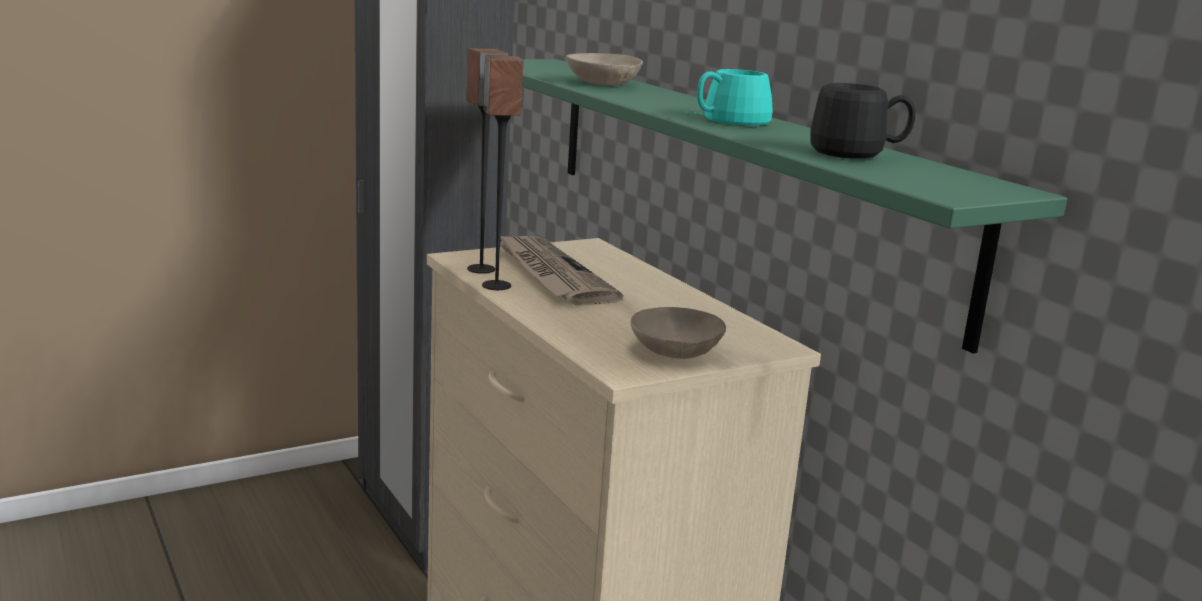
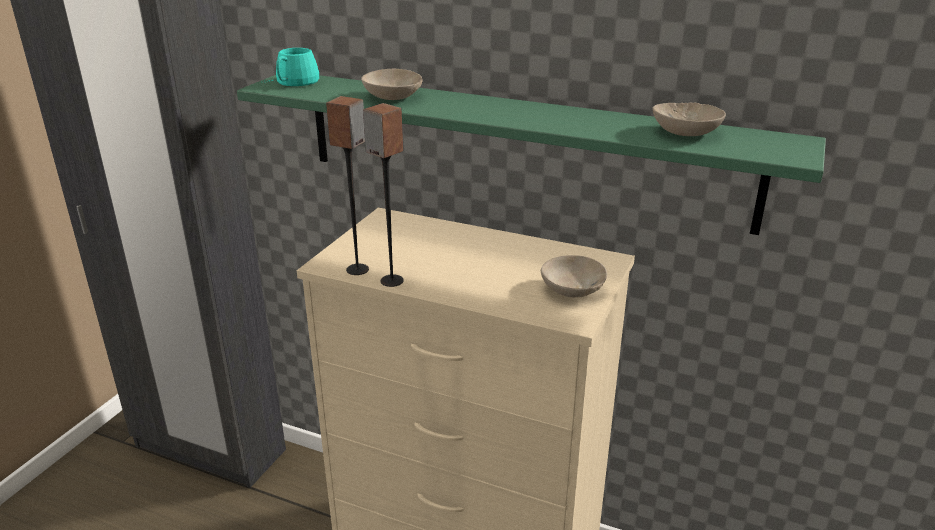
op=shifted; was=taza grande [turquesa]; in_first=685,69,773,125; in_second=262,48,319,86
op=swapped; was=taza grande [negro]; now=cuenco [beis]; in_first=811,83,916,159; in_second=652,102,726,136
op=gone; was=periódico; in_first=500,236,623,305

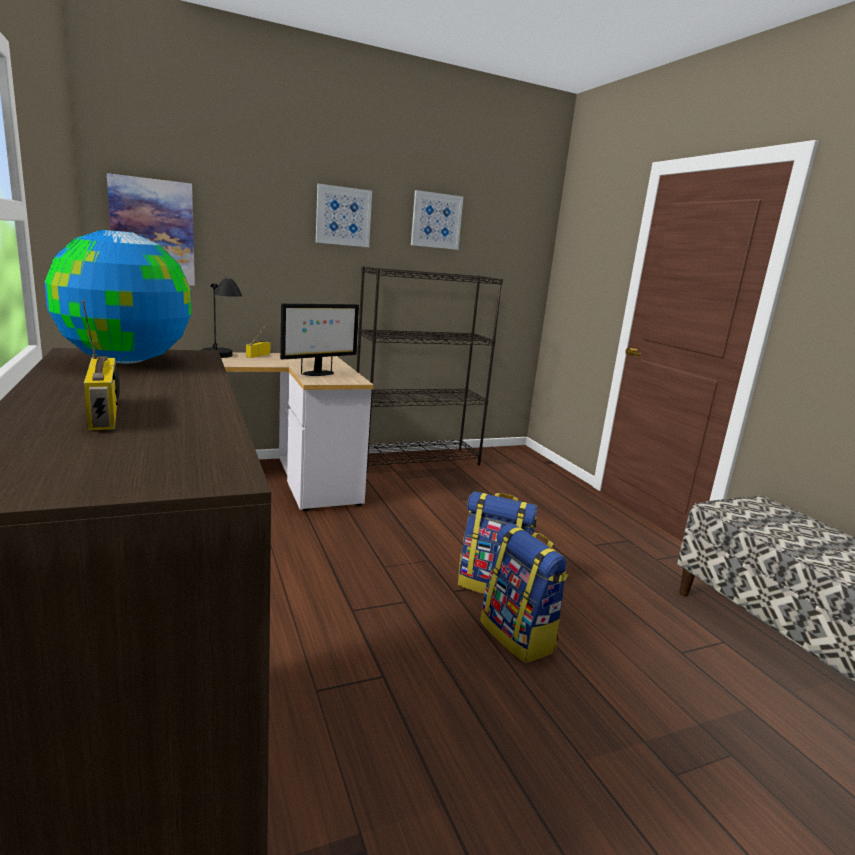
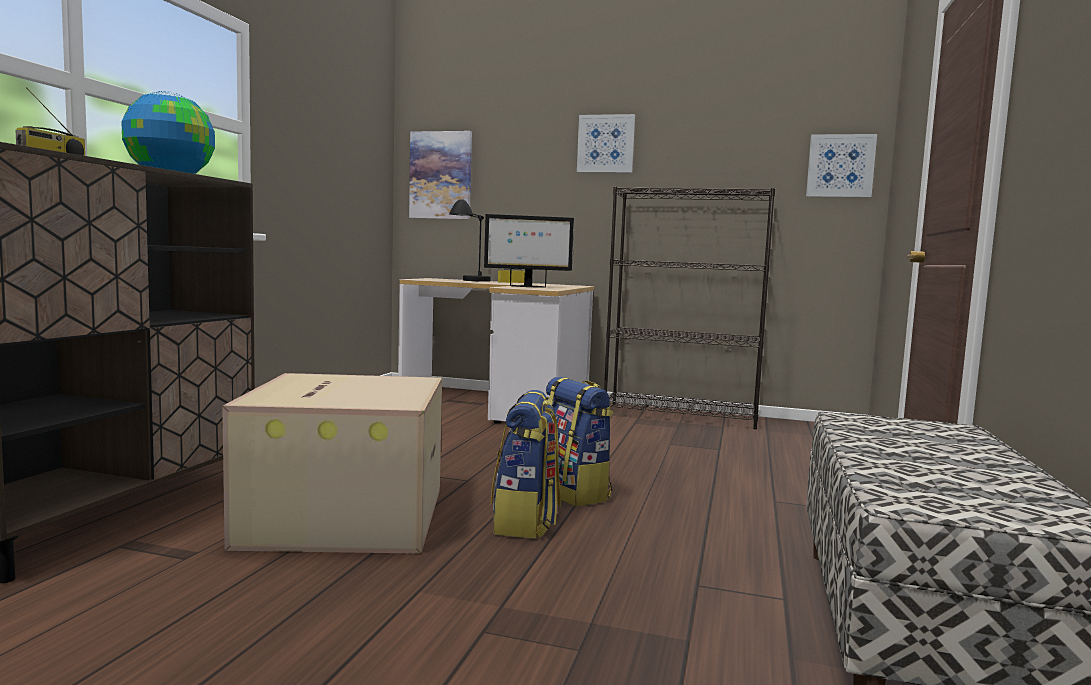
op=new; now=caja de cartón; in_second=222,373,442,554
op=shifted; was=cuadro; in_first=411,190,464,250; in_second=806,134,877,197

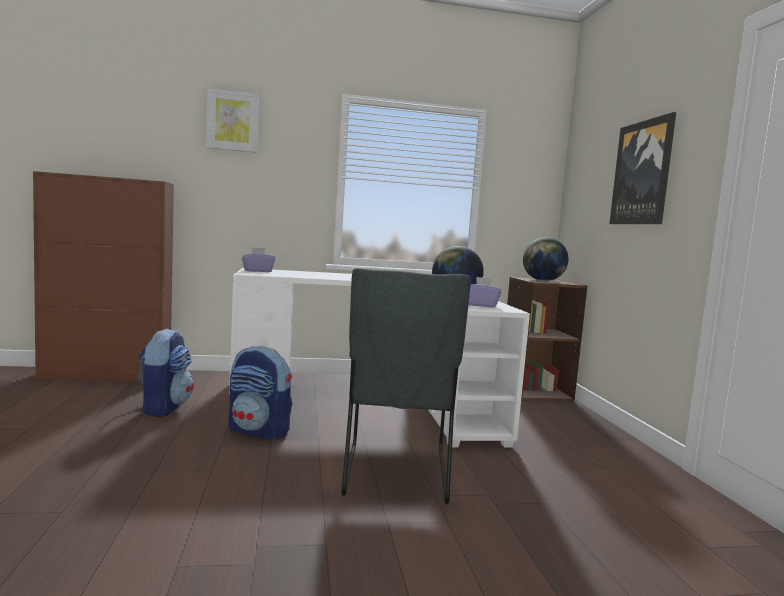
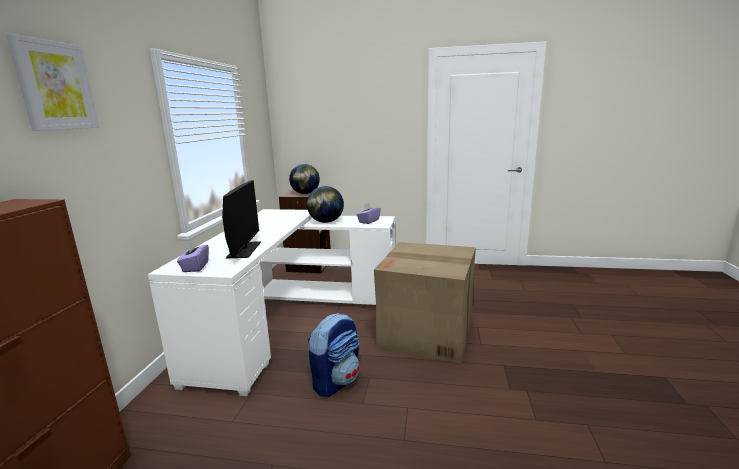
op=new; now=monitor; in_second=222,180,261,258
op=swapped; was=silla [gris]; now=caja de cartón; in_first=342,268,471,504; in_second=374,242,476,363
op=gone; was=mochila; in_first=138,329,194,417
op=gone; was=cuadro; in_first=609,112,676,224

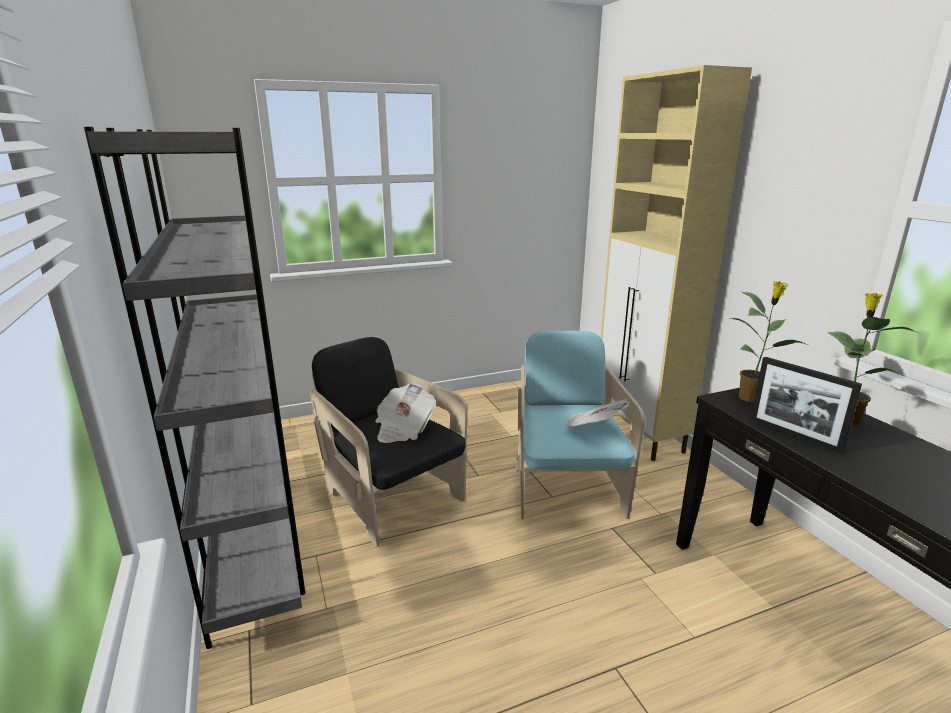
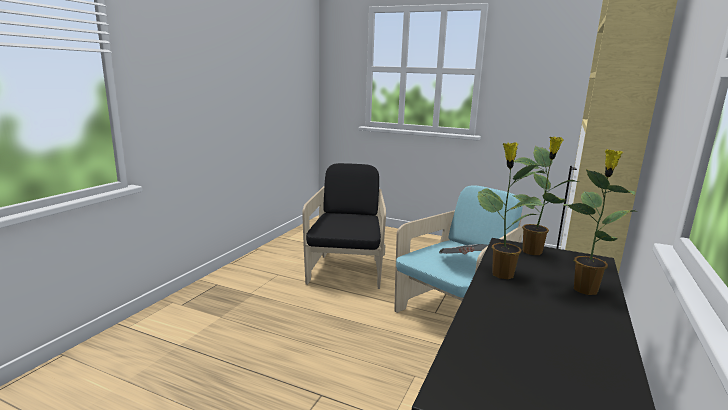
op=swapped; was=portarretratos; now=planta en maceta; in_first=751,357,862,454; in_second=477,142,547,279
op=gone; was=estantería [gris]; in_first=84,127,305,649
op=gone; was=periódico; in_first=375,383,436,443

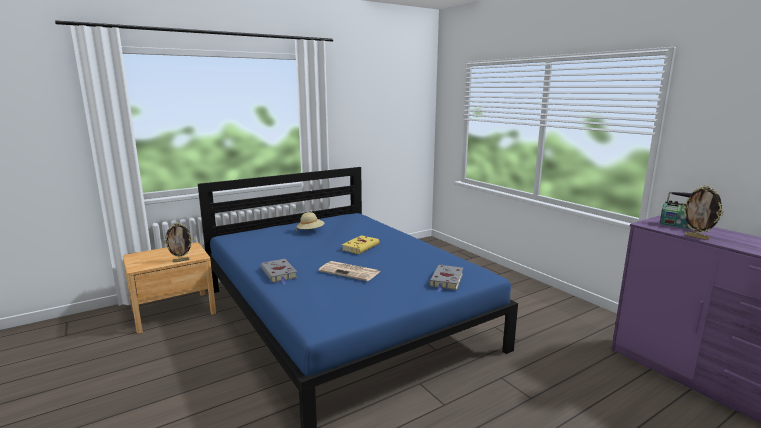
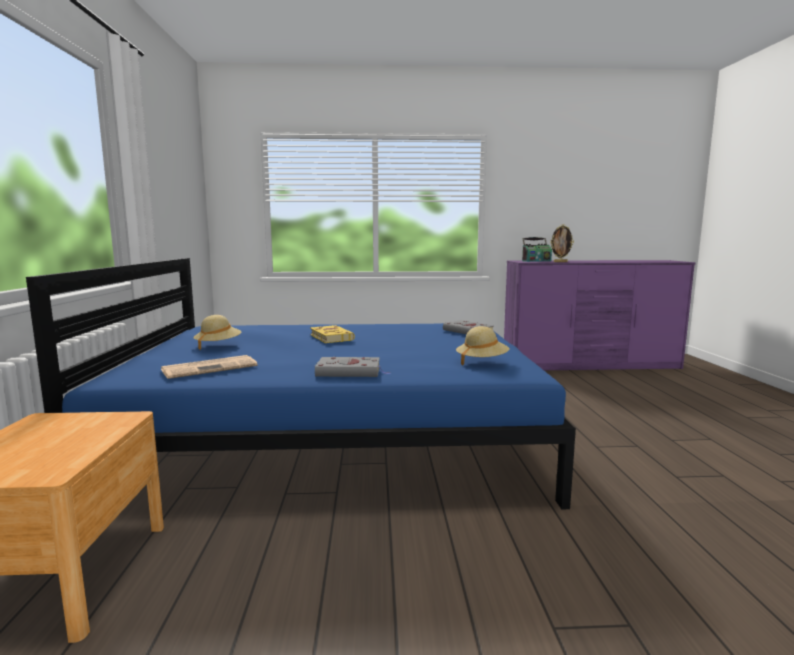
op=shifted; was=periódico; in_first=318,261,381,281; in_second=161,355,257,379
op=new; now=sombrero [beis]; in_second=456,326,509,366
op=gone; was=portarretratos; in_first=164,223,193,262

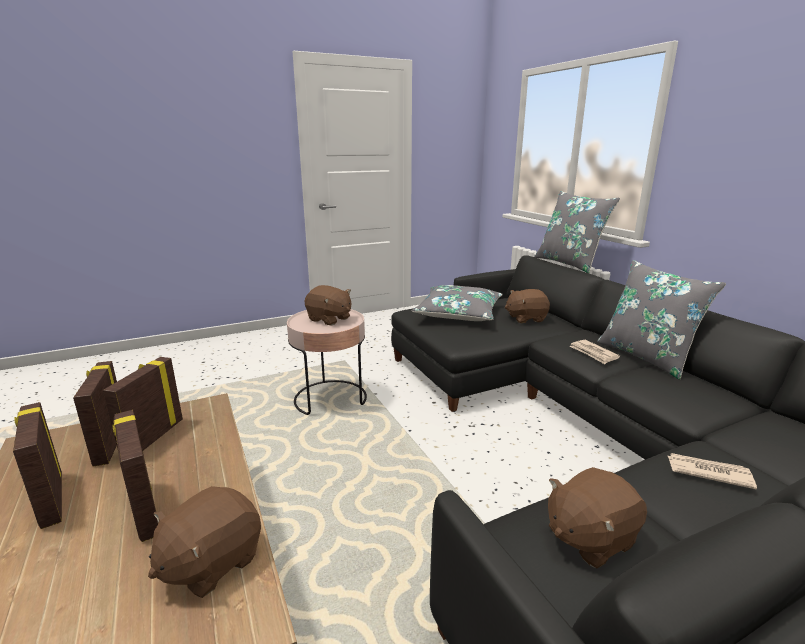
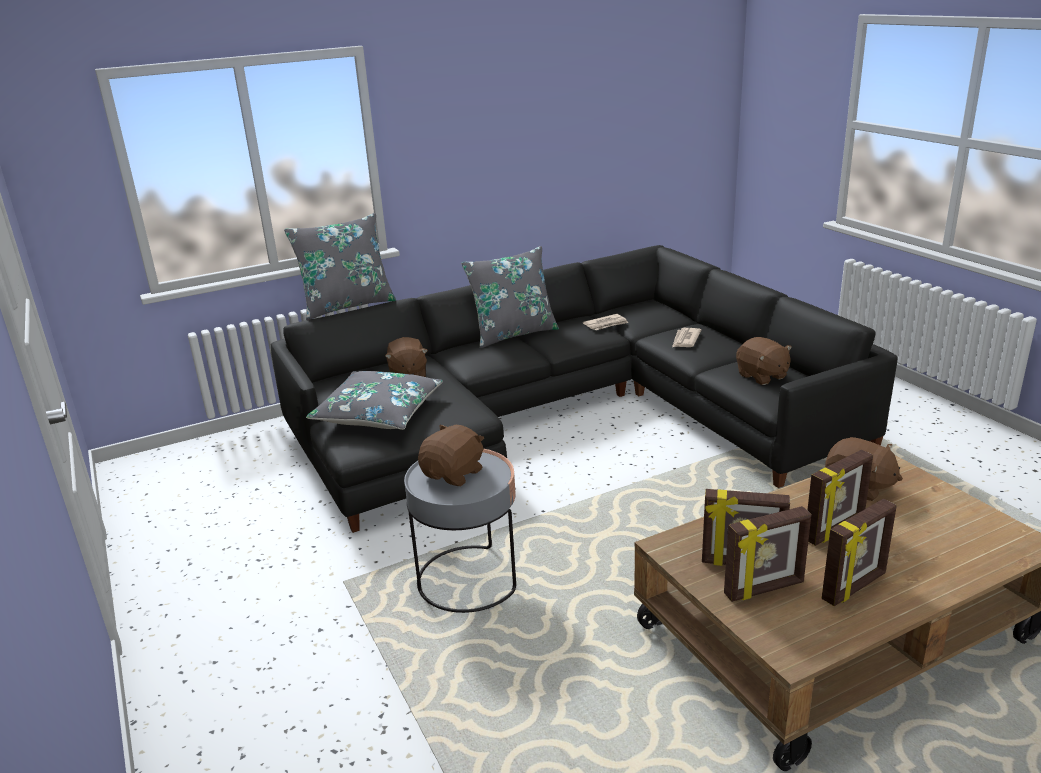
op=repainted; was=mesa auxiliar [rosa]; now=mesa auxiliar [gris]; in_first=287,309,367,415; in_second=404,449,516,613
op=shifted; was=periódico; in_first=570,340,620,364; in_second=583,314,628,330

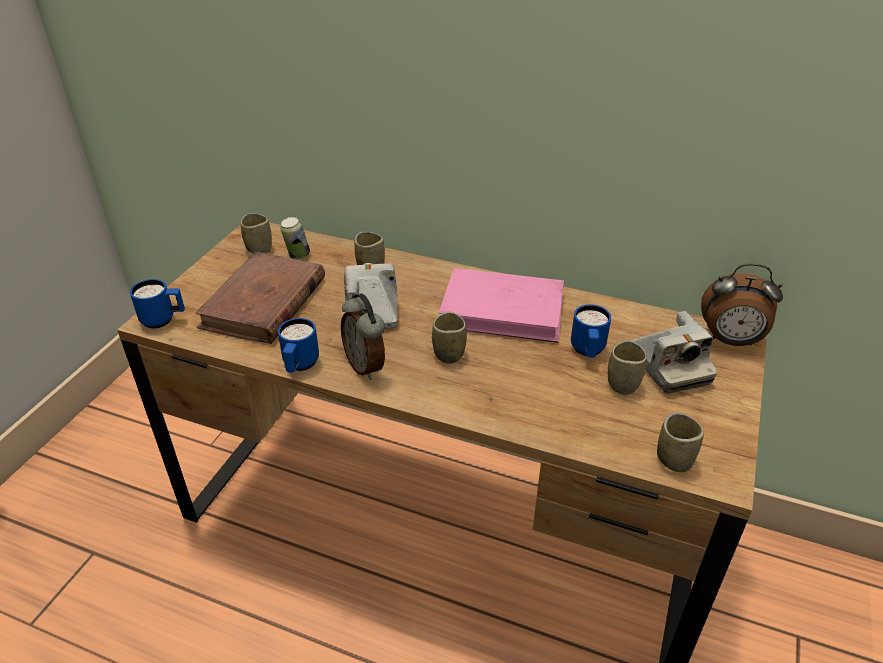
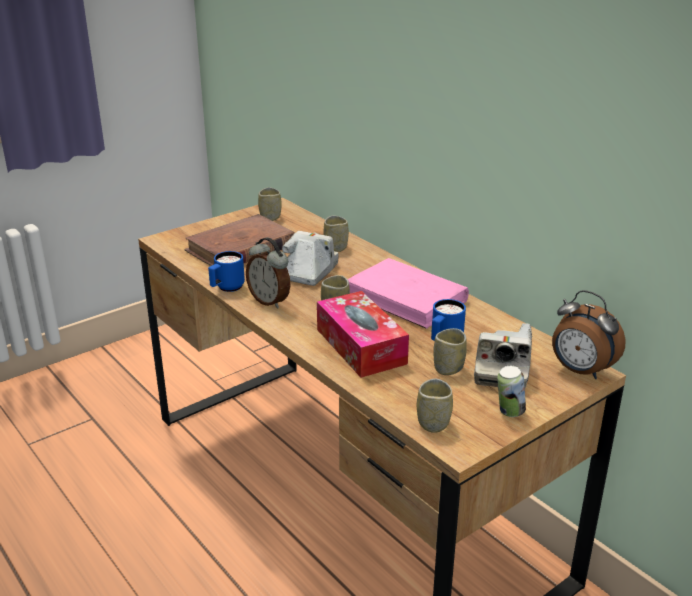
op=rotated; was=despertador; in_first=341,293,385,380; in_second=246,238,290,309; clockwise=-45
op=new; now=caja de pañuelos; in_second=317,291,409,378
op=shifted; was=lata; in_first=280,217,310,260; in_second=497,366,526,417
op=gone; was=taza grande [azul]; in_first=130,279,185,328

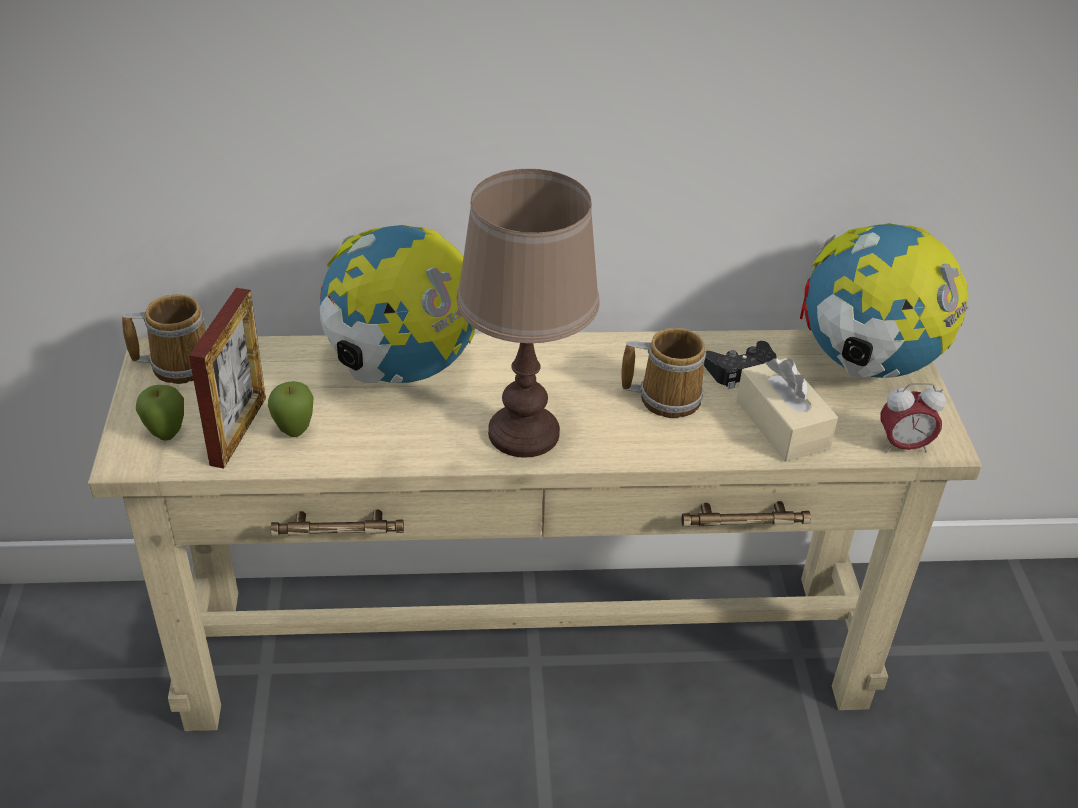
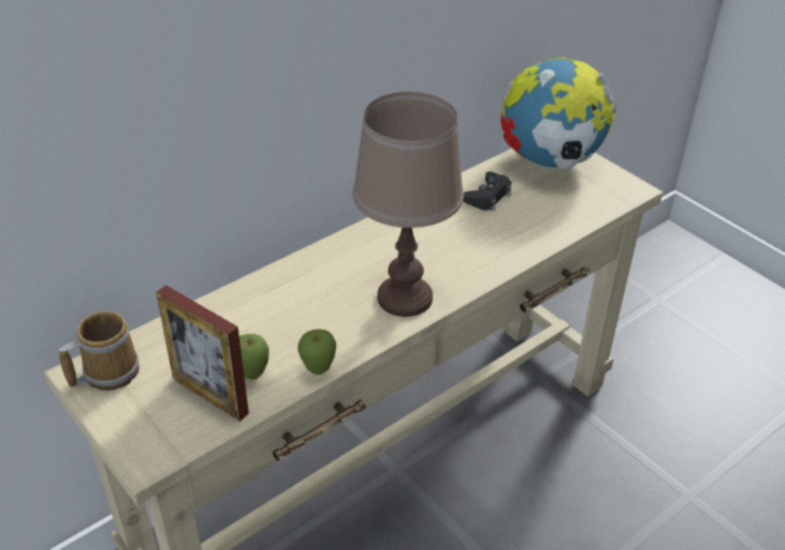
op=rotated; was=portarretratos; in_first=189,288,266,468; in_second=156,285,249,421; clockwise=150
op=shifted; was=manzana; in_first=136,385,184,441; in_second=298,329,336,375
op=gone; was=globo terráqueo; in_first=320,225,476,383
op=gone; was=taza grande; in_first=622,328,706,418
op=gone; was=caja de pañuelos [beis]; in_first=737,358,838,462
op=gone; was=despertador; in_first=881,383,946,453

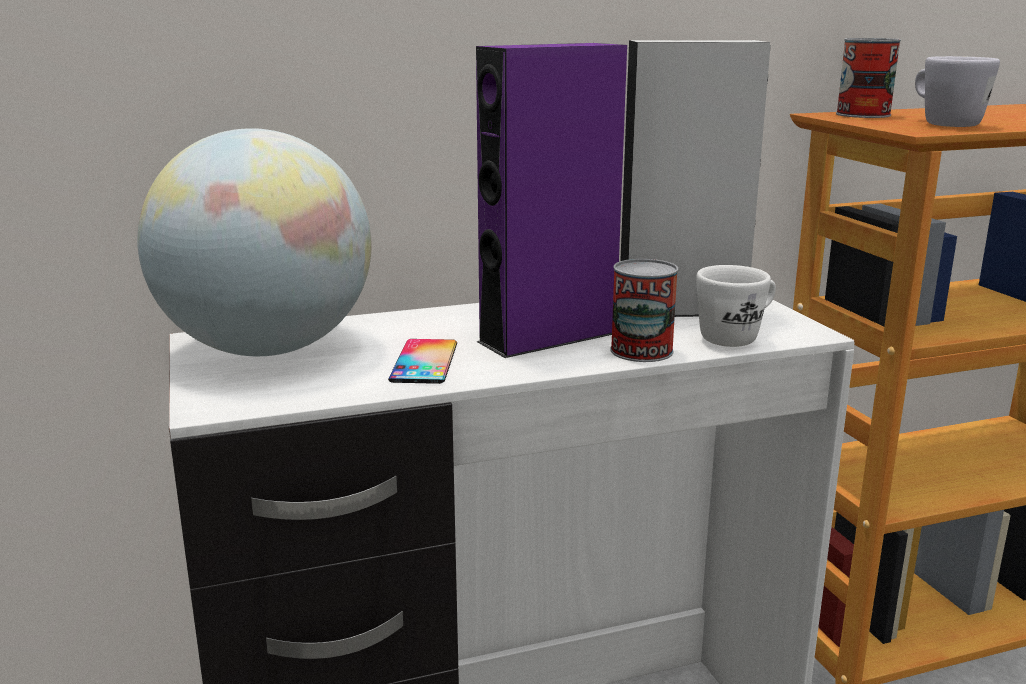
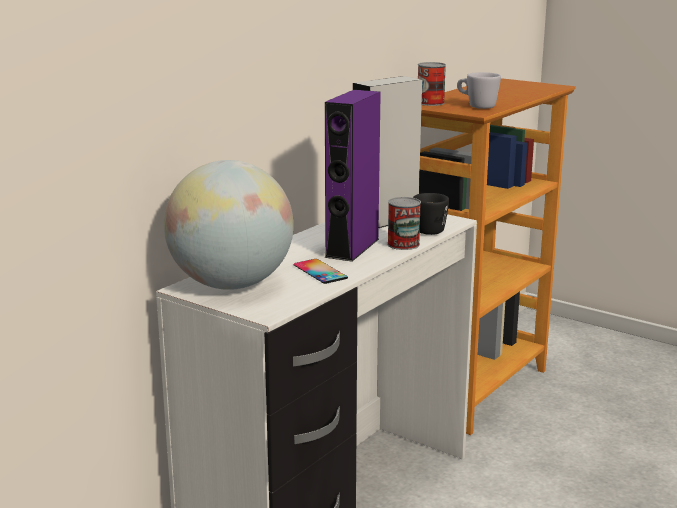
op=repainted; was=taza grande [blanco]; now=taza grande [negro]; in_first=696,265,776,347; in_second=413,193,449,235

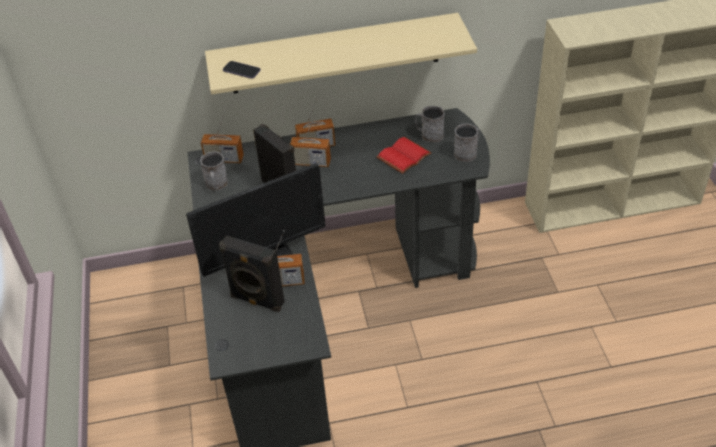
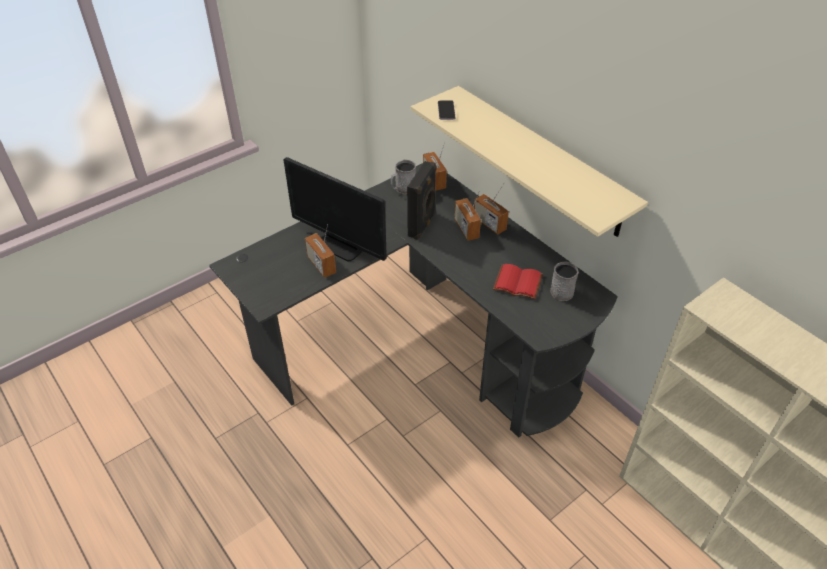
op=gone; was=altavoz [negro]; in_first=219,235,285,312
op=gone; was=taza grande [gris]; in_first=454,124,480,162

